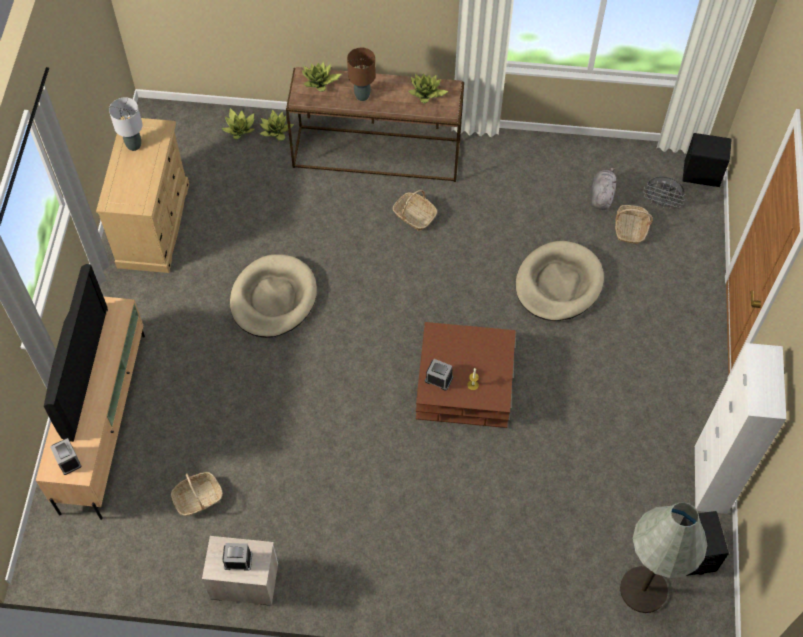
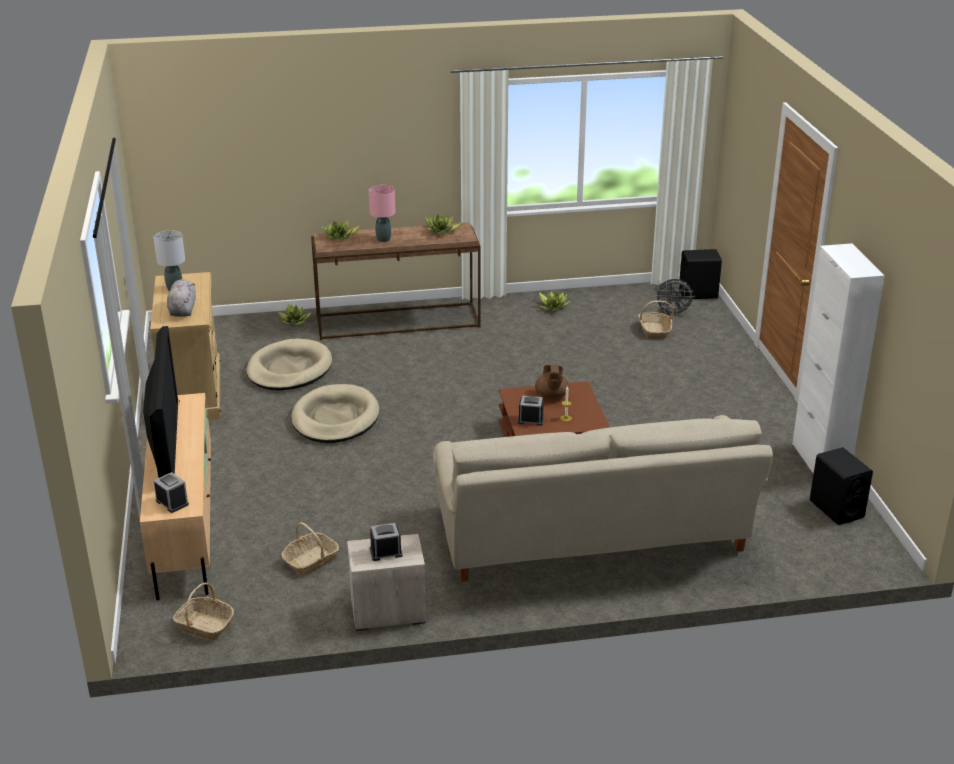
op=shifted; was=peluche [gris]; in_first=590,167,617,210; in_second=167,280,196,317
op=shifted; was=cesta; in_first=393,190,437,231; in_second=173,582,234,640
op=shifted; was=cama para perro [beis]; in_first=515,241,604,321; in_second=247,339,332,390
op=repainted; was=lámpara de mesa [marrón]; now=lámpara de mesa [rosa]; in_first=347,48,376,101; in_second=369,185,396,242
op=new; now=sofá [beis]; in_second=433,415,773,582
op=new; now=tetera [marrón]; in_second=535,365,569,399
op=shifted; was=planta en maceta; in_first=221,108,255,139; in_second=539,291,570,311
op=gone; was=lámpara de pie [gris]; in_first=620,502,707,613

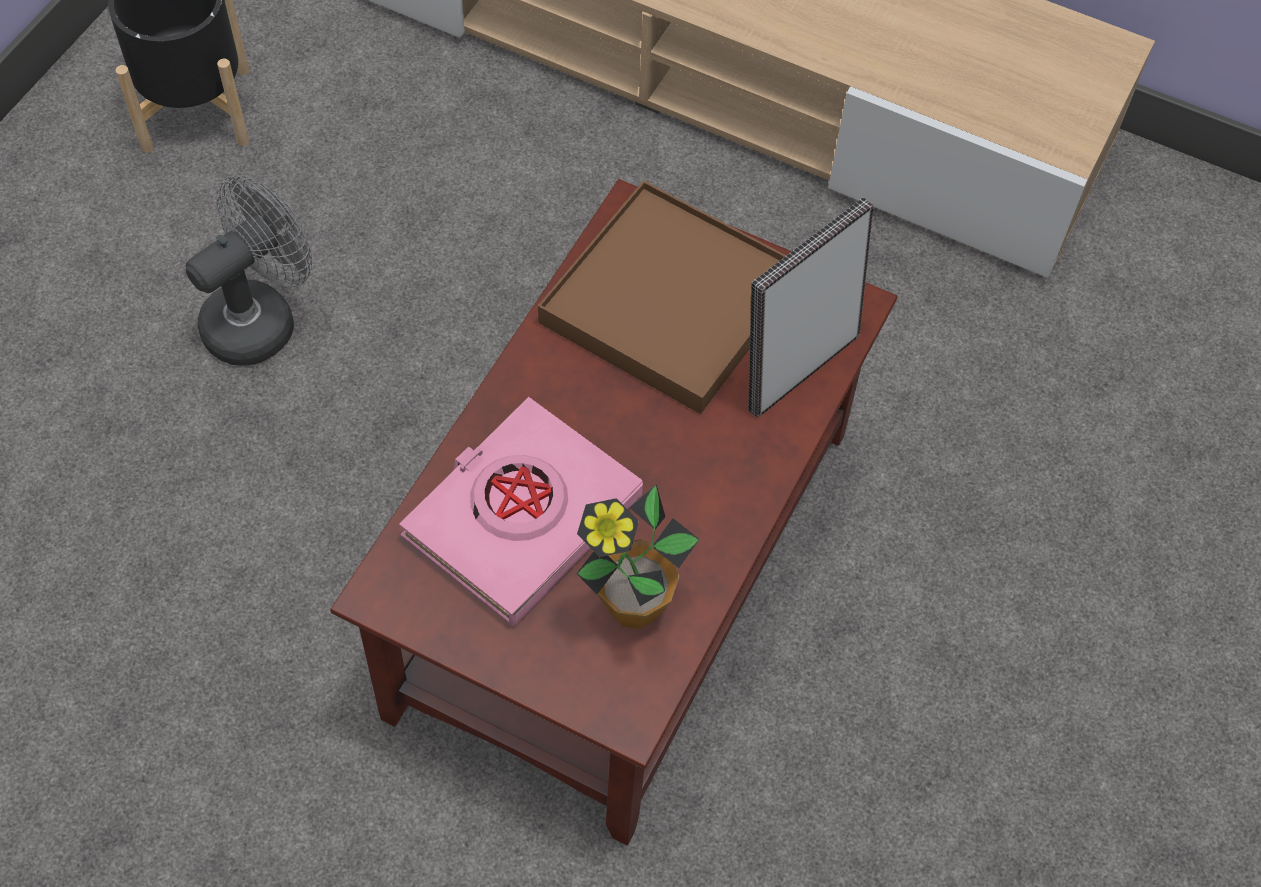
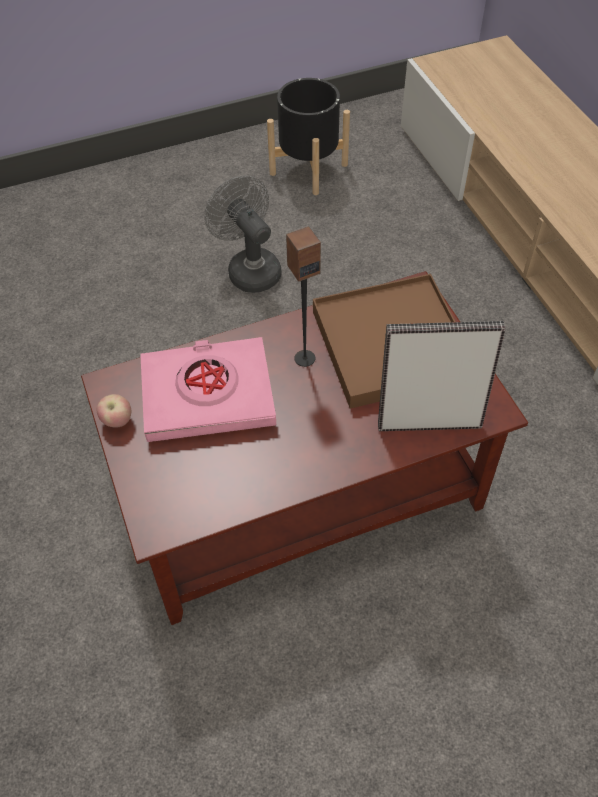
op=new; now=manzana; in_second=97,394,131,428
op=rotated; was=ventilador [gris]; in_first=186,175,312,366; in_second=204,176,282,293; clockwise=-120
op=new; now=altavoz; in_second=286,226,321,367
op=gone; was=planta en maceta; in_first=577,484,700,629

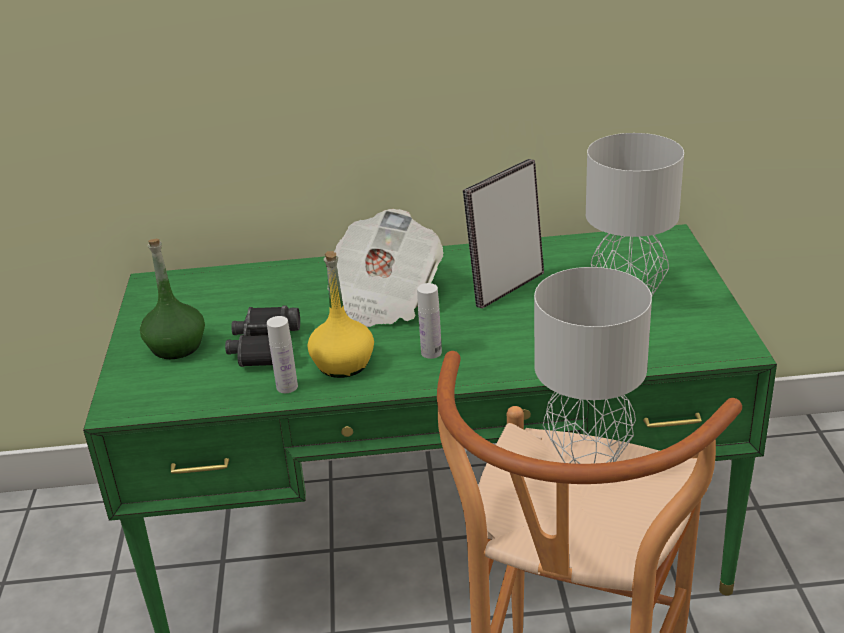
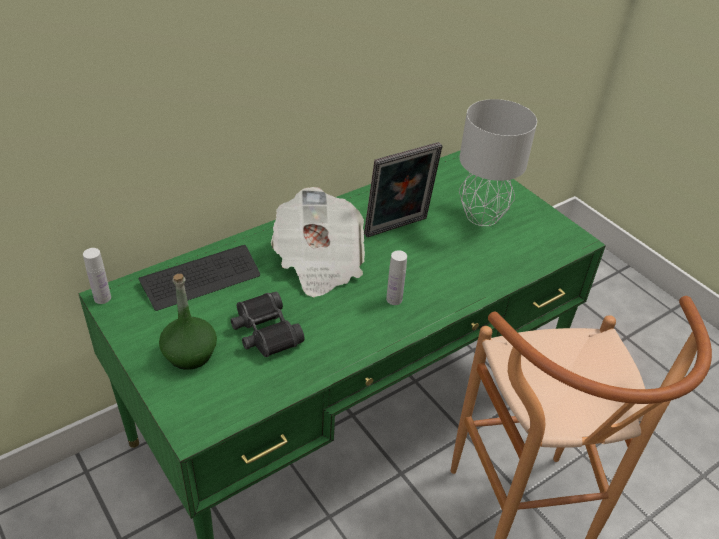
op=shifted; was=botella [blanco]; in_first=267,316,298,393; in_second=83,248,111,304
op=new; now=teclado; in_second=138,245,260,311
op=rotated; was=portarretratos; in_first=463,159,544,309; in_second=364,142,442,237; clockwise=-135
op=gone; was=botella [amarillo]; in_first=307,251,374,378
op=gone; was=lámpara de mesa [gris]; in_first=534,267,652,464

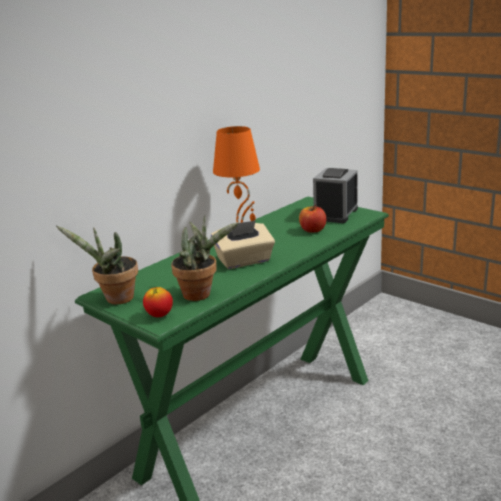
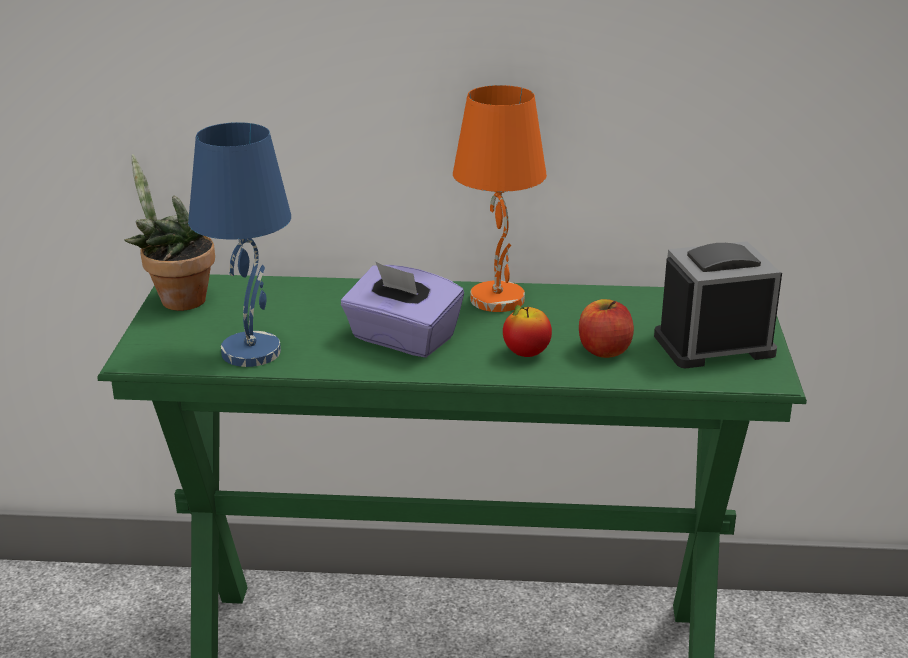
op=swapped; was=planta en maceta; now=lámpara de mesa [azul]; in_first=171,215,239,301; in_second=188,122,291,367
op=repainted; was=caja de pañuelos [beis]; now=caja de pañuelos [morado]; in_first=211,220,275,269; in_second=341,262,464,358
op=shifted; was=manzana; in_first=143,287,173,317; in_second=503,305,552,357

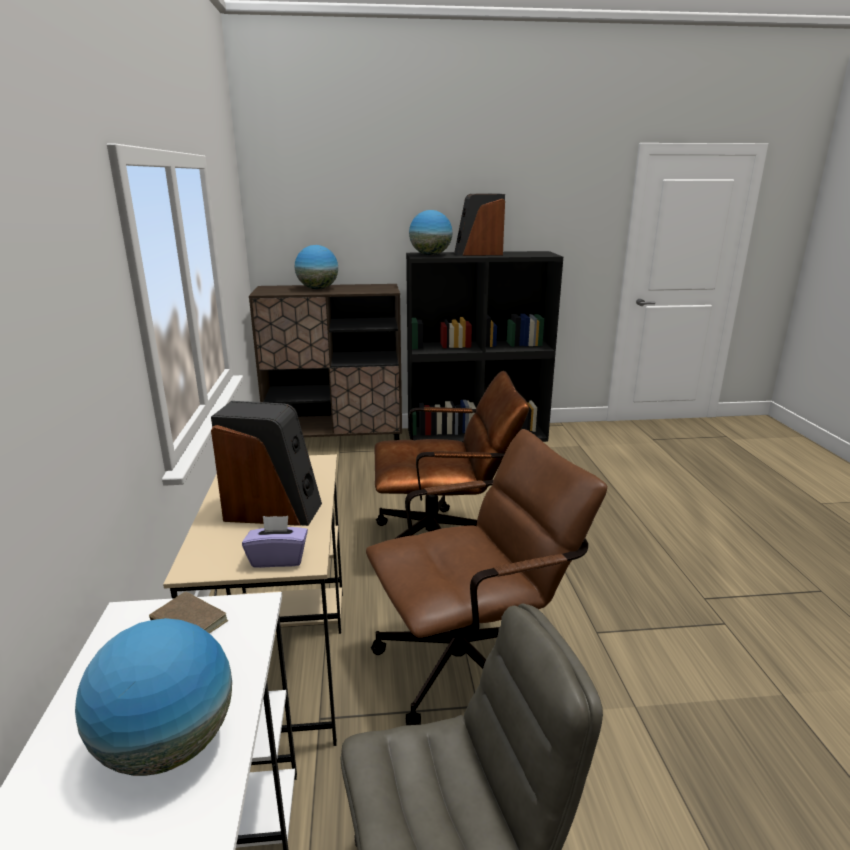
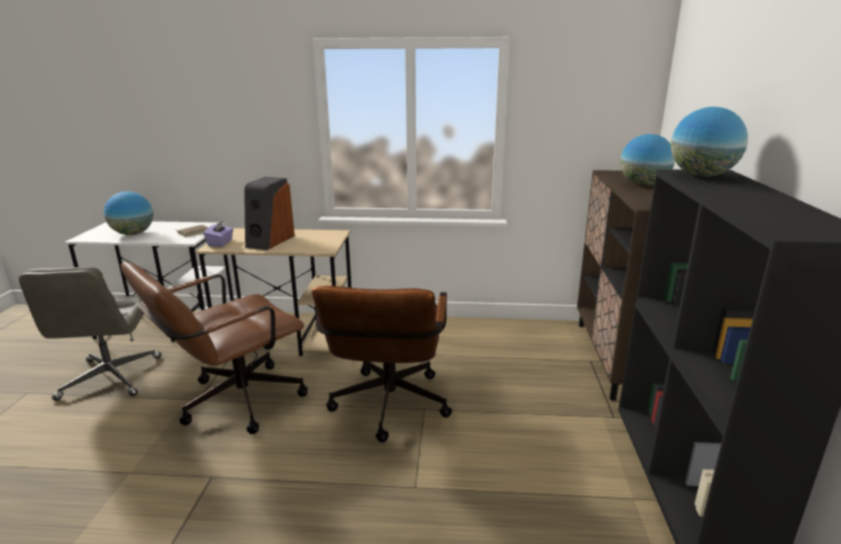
op=rotated; was=silla de oficina [marrón]; in_first=366,429,607,725; in_second=121,262,308,434; clockwise=60
op=gone; was=altavoz; in_first=454,194,505,256

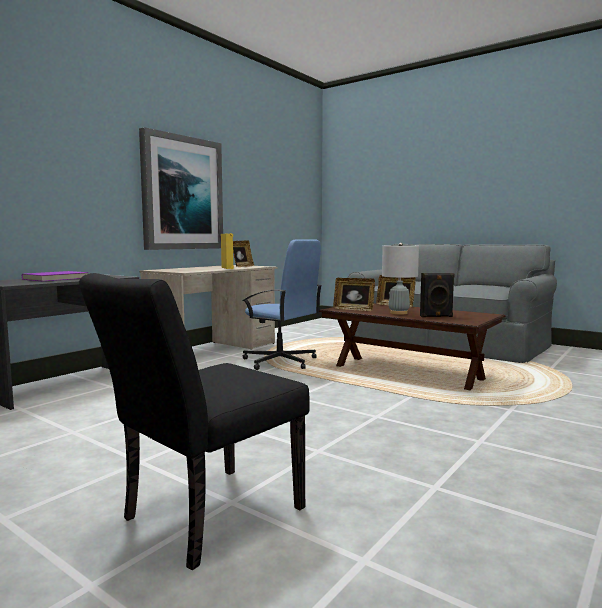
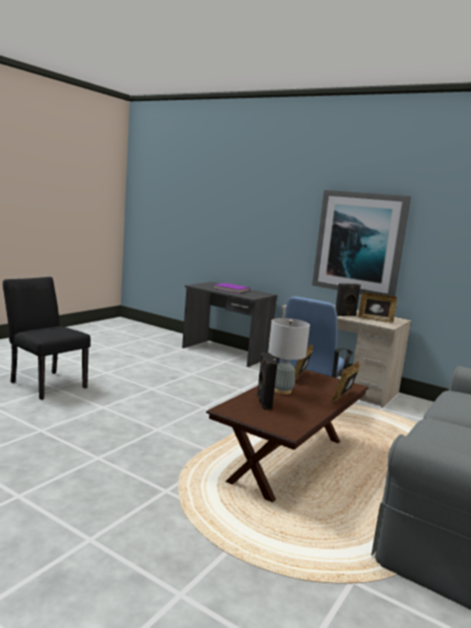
op=repainted; was=altavoz [amarillo]; now=altavoz [negro]; in_first=221,233,234,269; in_second=335,283,361,316

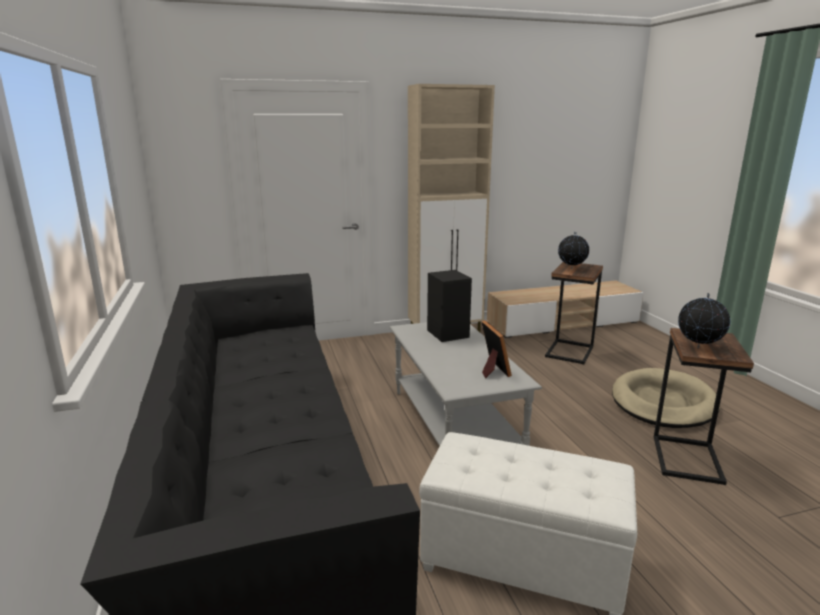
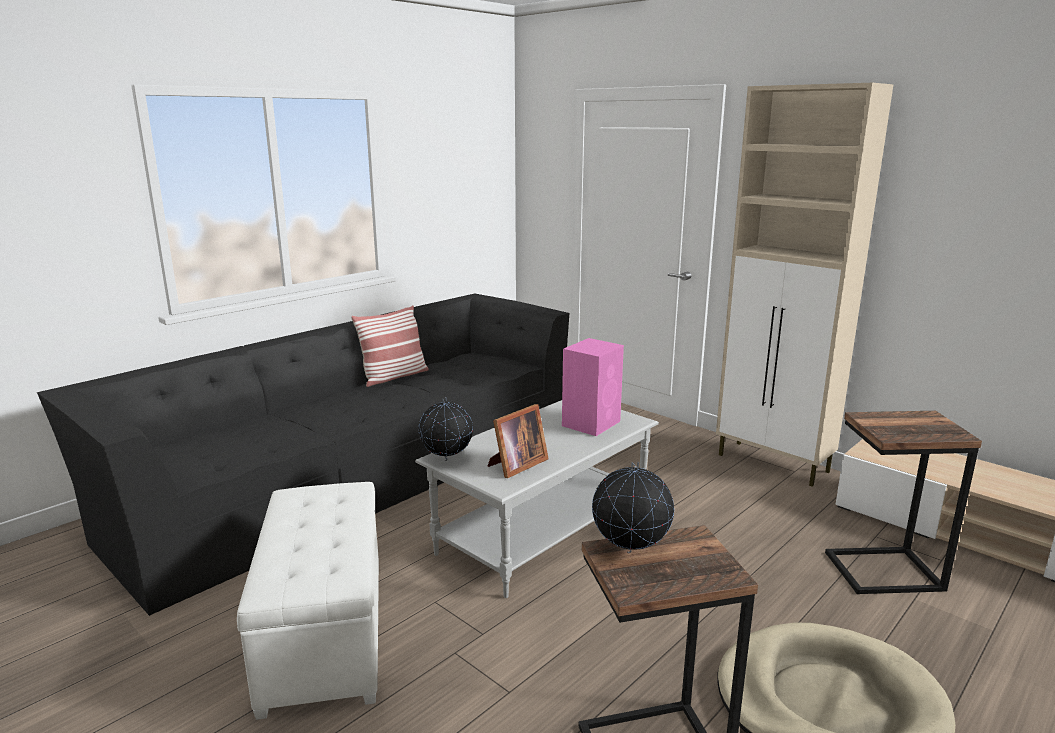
op=new; now=cojín; in_second=351,305,429,387
op=shifted; was=globo terráqueo; in_first=558,232,589,269; in_second=419,397,473,461
op=repainted; was=altavoz [negro]; now=altavoz [rosa]; in_first=427,270,472,342; in_second=562,338,624,436

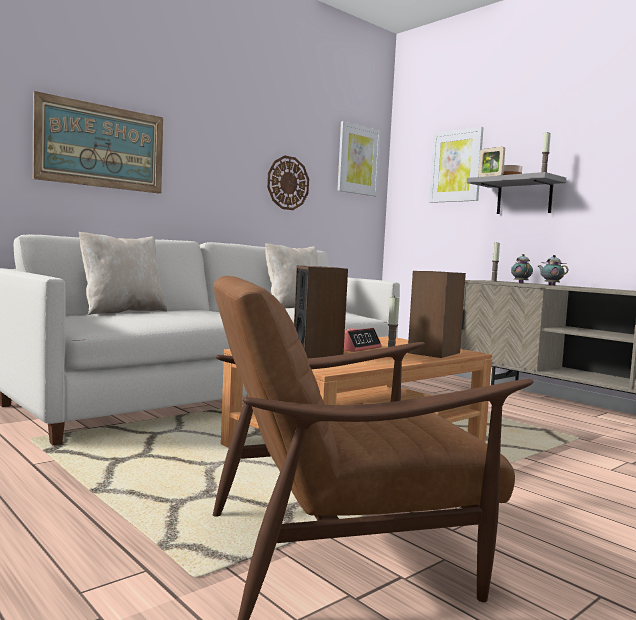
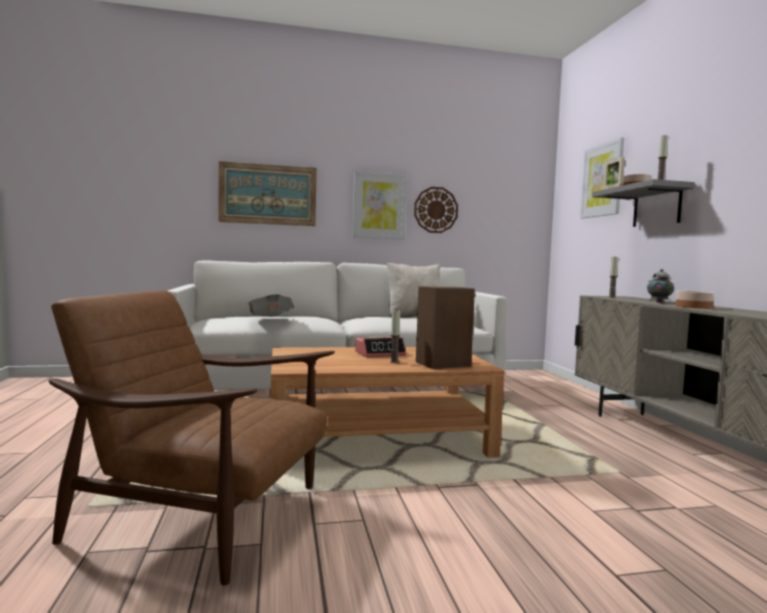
op=new; now=periódico; in_second=248,294,294,317
op=shifted; was=cuadro; in_first=337,121,381,196; in_second=353,171,407,239
op=new; now=cuenco; in_second=676,291,714,309
op=gone; was=cojín [beis]; in_first=79,232,167,315
op=gone; was=altavoz; in_first=294,266,348,358
op=gone; was=tetera; in_first=511,254,533,283

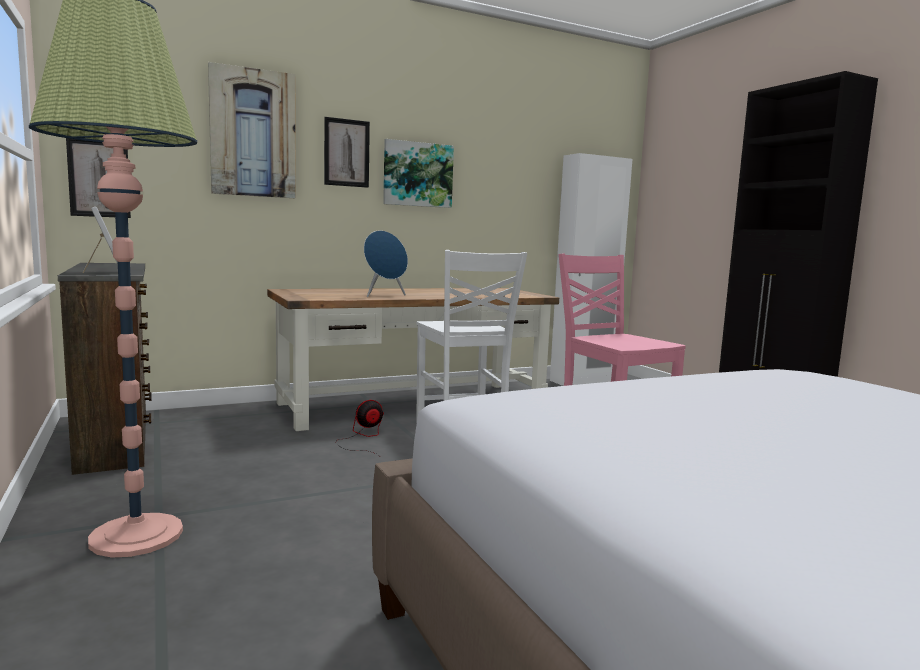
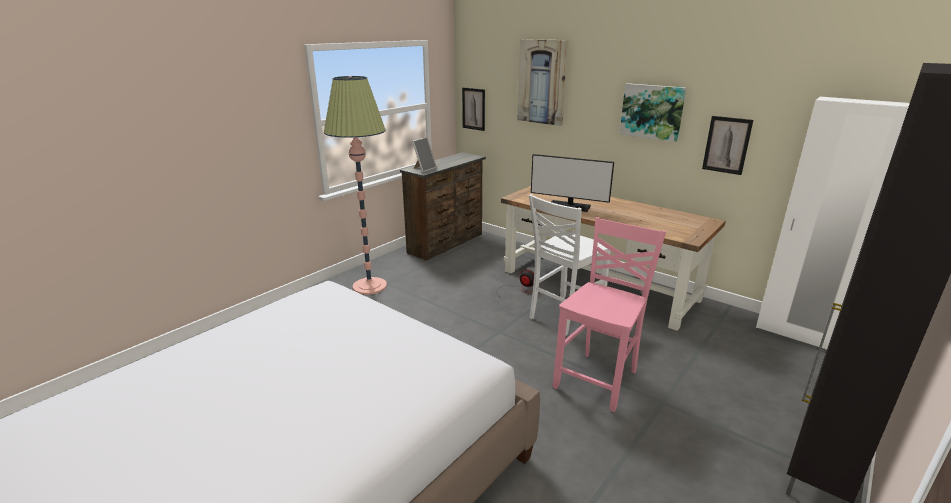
op=swapped; was=altavoz [azul]; now=monitor; in_first=364,230,408,297; in_second=531,154,614,212
op=shifted; was=cuadro; in_first=324,117,370,188; in_second=702,116,753,175

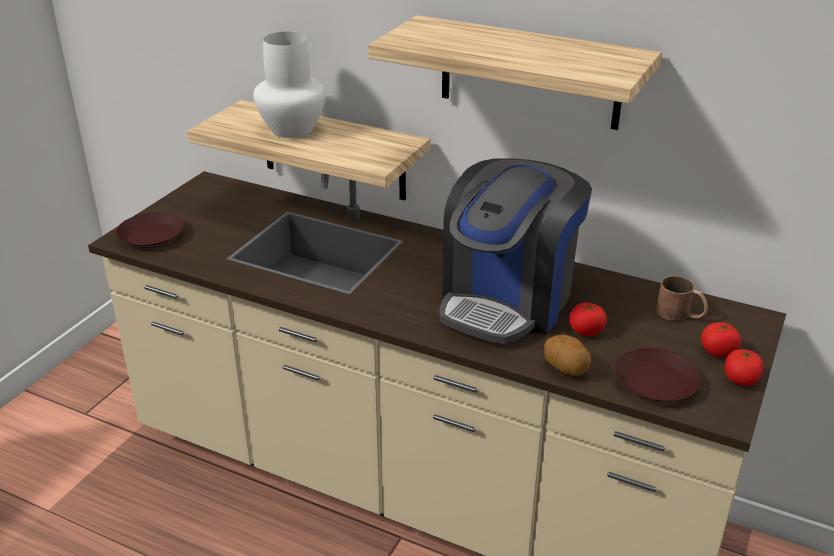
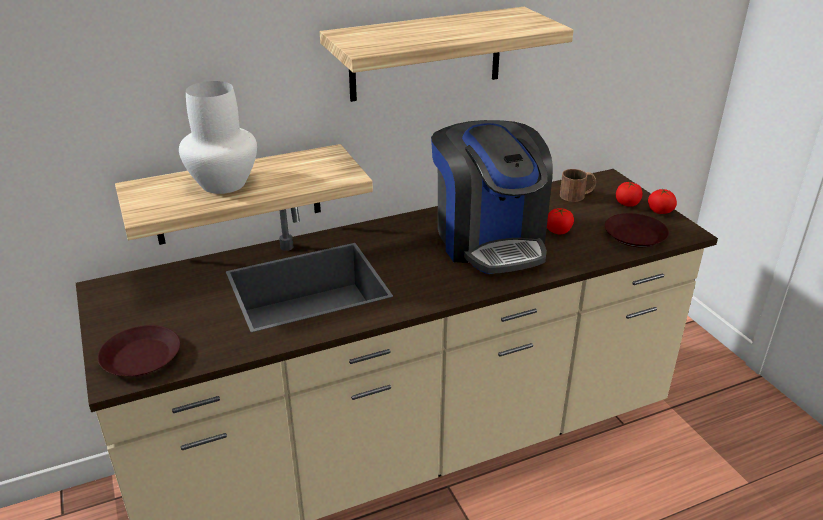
op=gone; was=patata; in_first=544,334,591,376

